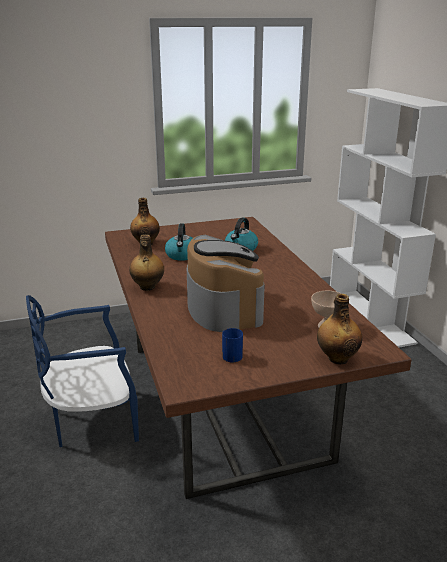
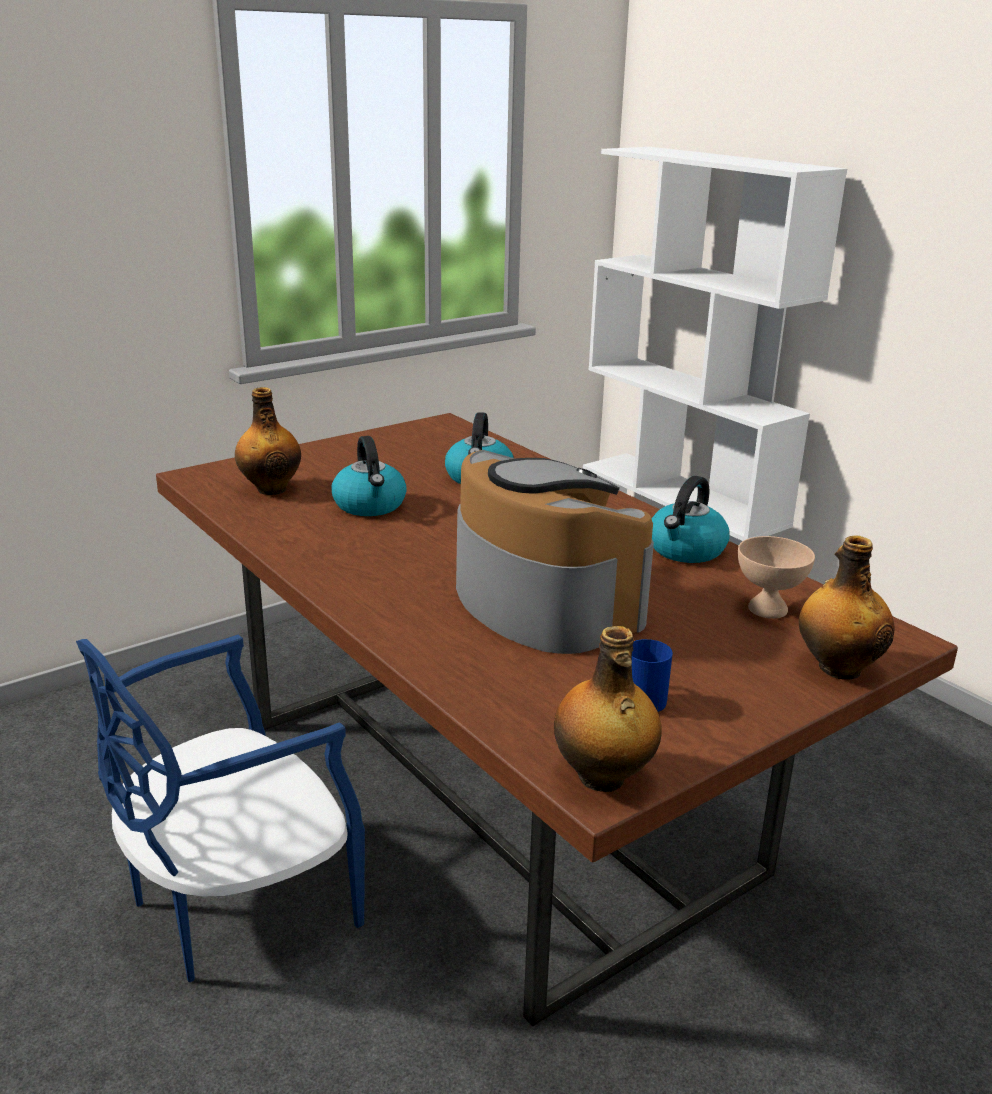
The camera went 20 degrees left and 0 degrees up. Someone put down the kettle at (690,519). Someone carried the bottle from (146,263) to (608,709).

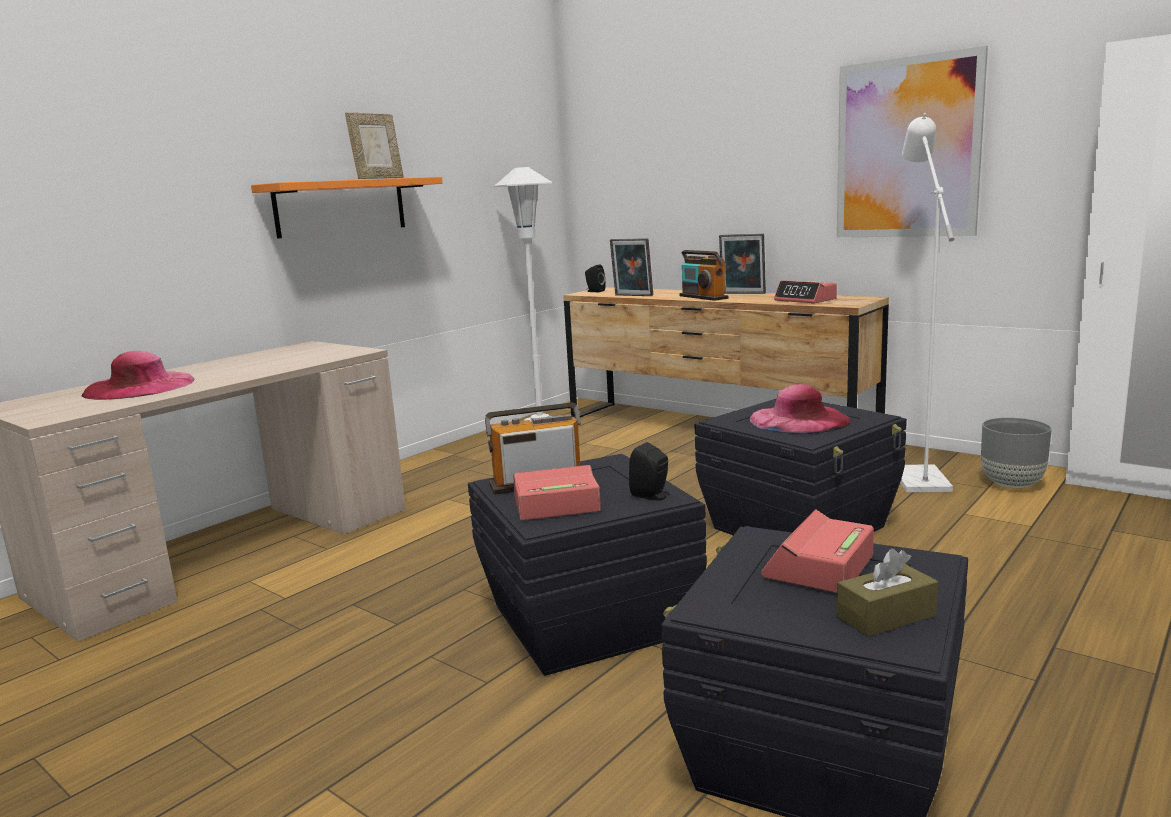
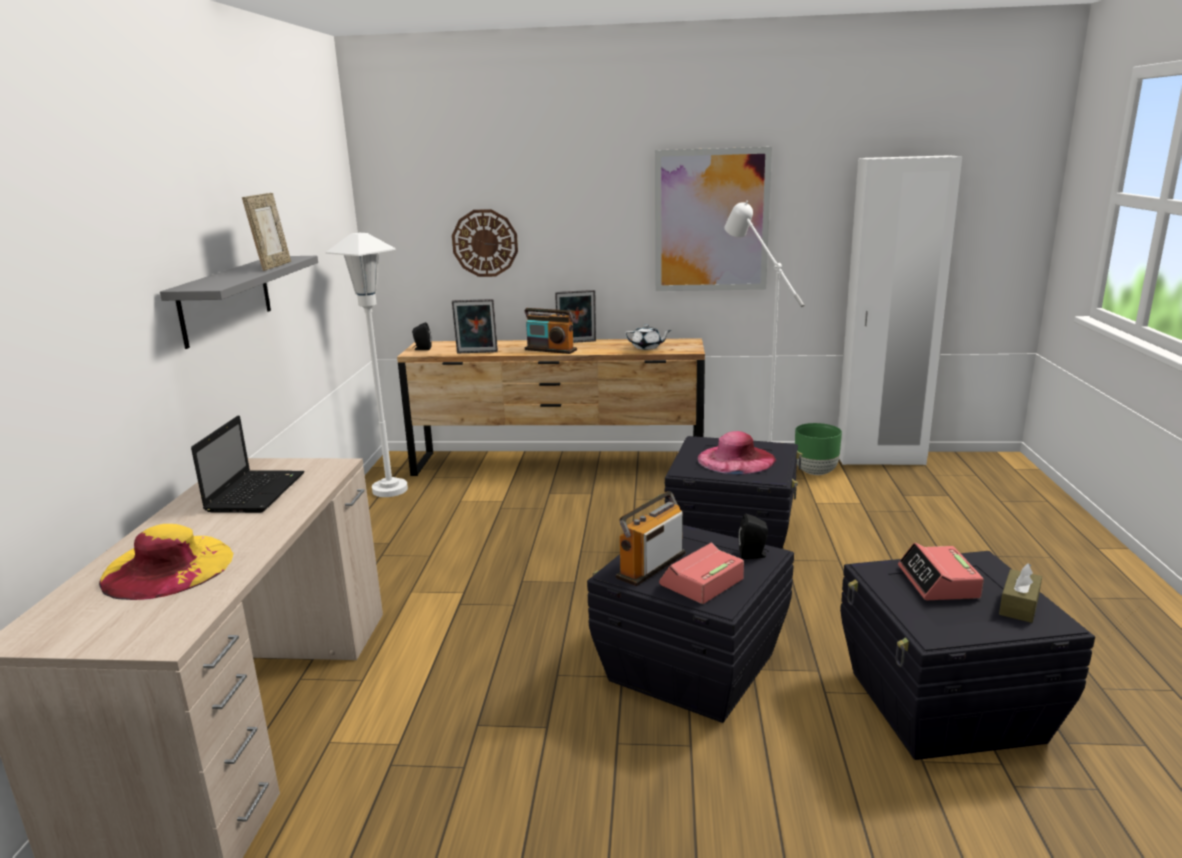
The camera went 35 degrees left and 5 degrees up. Someone put down the laptop at (248,464). Someone put up the wall clock at (485,243). Someone swapped the alarm clock at (805,291) for the white teapot at (648,337). Someone repainted the pink hat at (137,375), which became the yellow hat at (166,562). Someone repainted the orange shelf at (347,208), which became the grey shelf at (239,302). Someone repainted the grey planter at (1016,453), which became the green planter at (818,449).

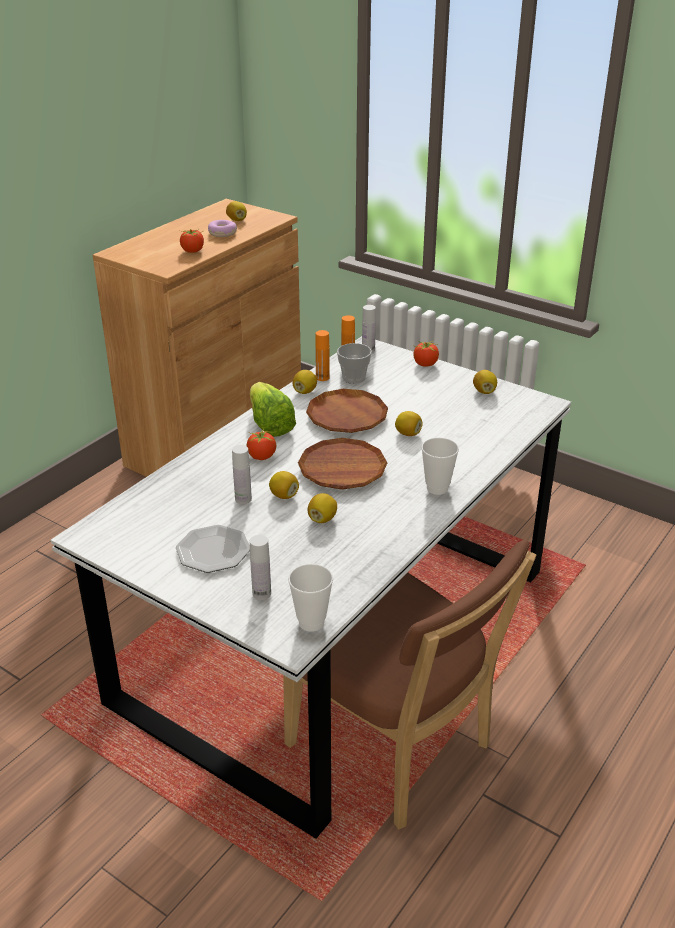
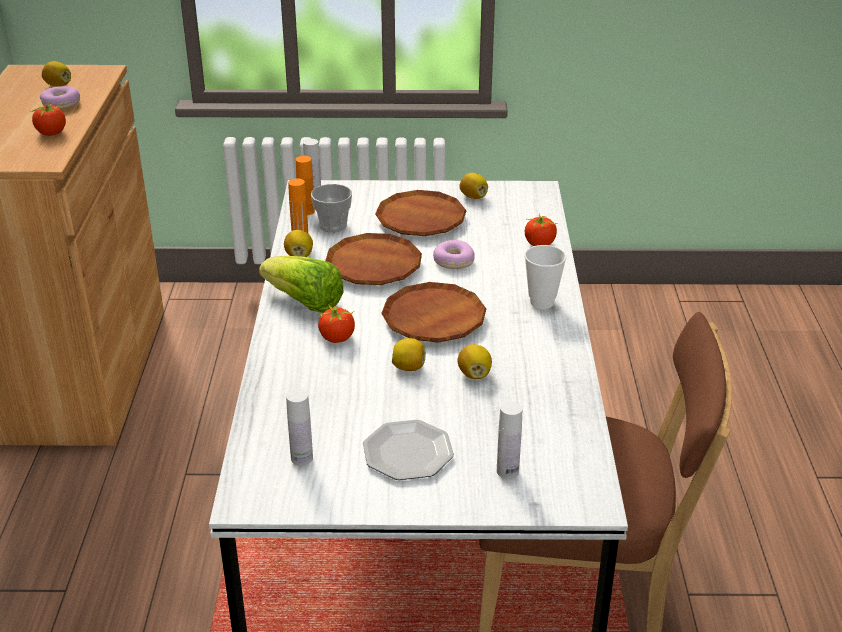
The camera went 35 degrees left and 0 degrees up. Someone took away the cup at (310,598). Someone put down the brown plate at (421,213). Someone carried the white bottle from (242,474) to (299,427). Someone carried the tomato from (426,354) to (541,230). Someone swapped the lemon at (409,423) for the donut at (454,254).

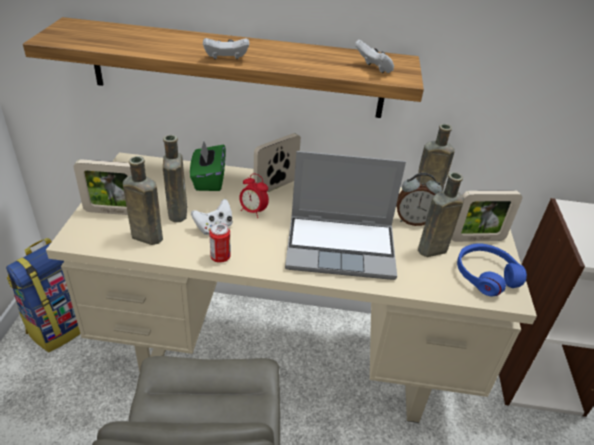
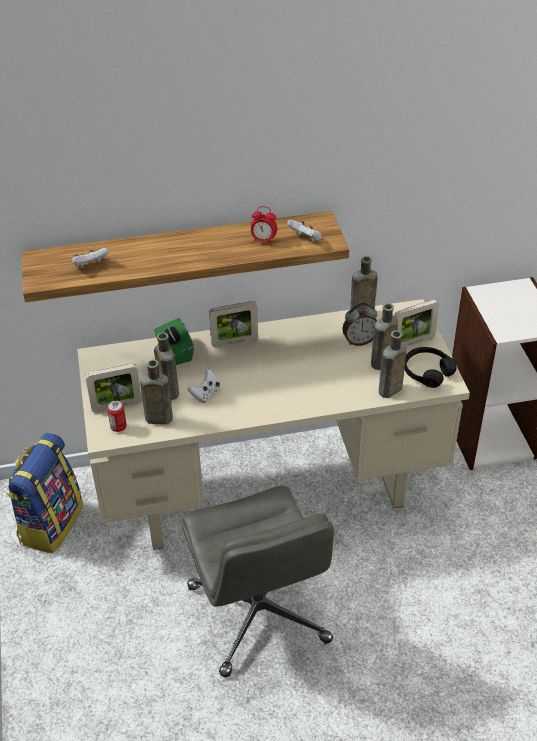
The camera went 15 degrees left and 5 degrees up. Someone took away the laptop at (345,215). Someone put down the brown bottle at (393,364). Someone carried the white game controller from (226,48) to (90,258). Someone carried the can from (220,243) to (117,416). Someone carried the alarm clock from (254,195) to (264,225). Someone repainted the blue headphones at (492,269), which became the black headphones at (431,367). Someone rotated the picture frame at (277,162) by 135 degrees counterclockwise.

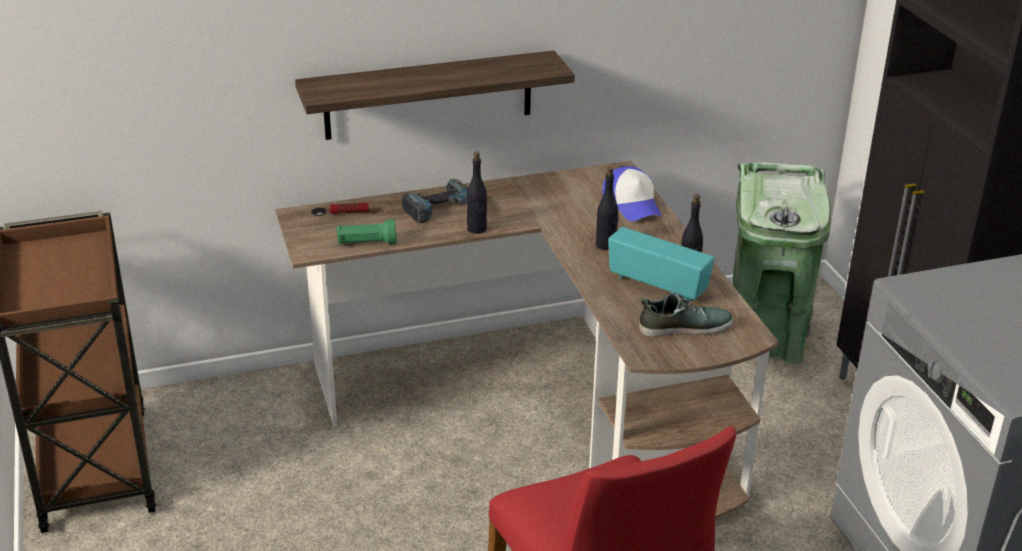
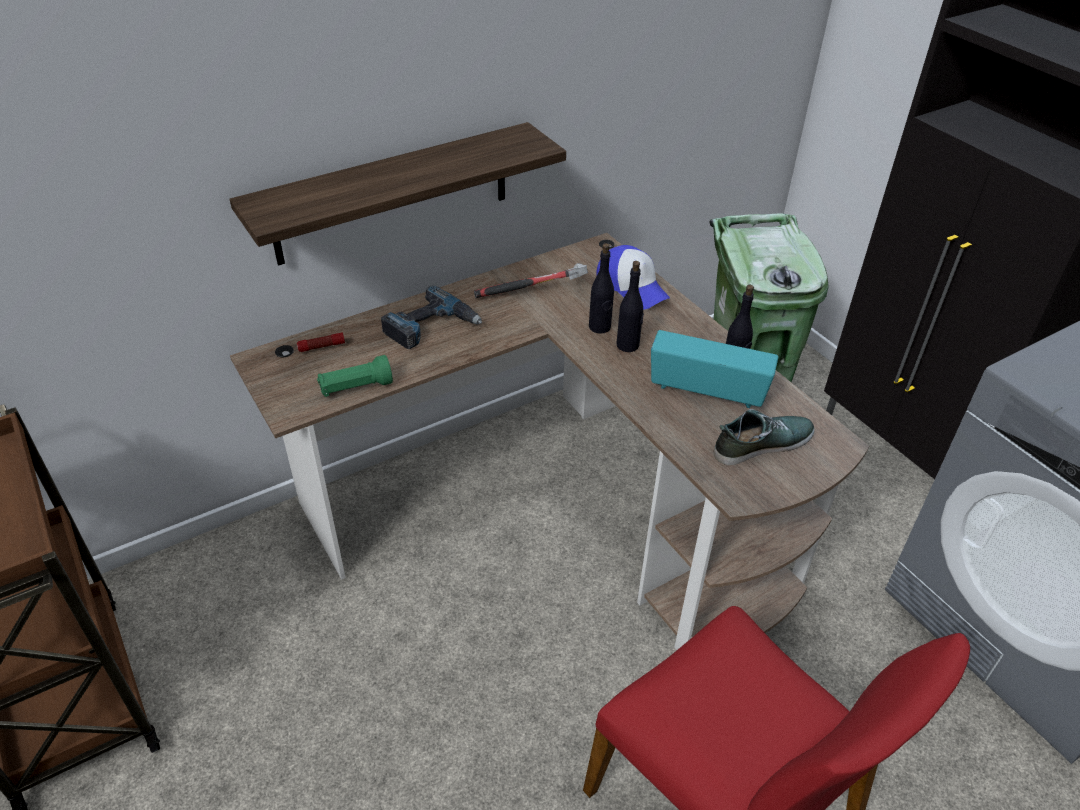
The camera went 15 degrees left and 10 degrees up. Someone put down the hammer at (531,280). Someone carried the black bottle from (477,192) to (601,288).

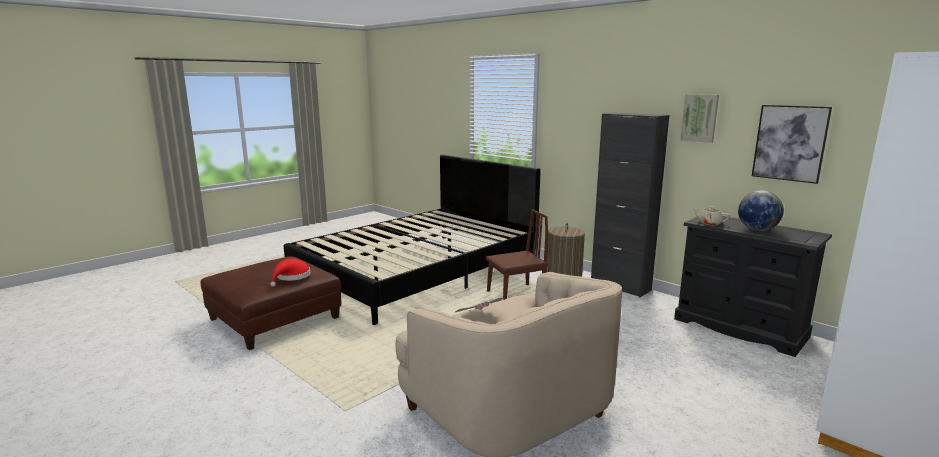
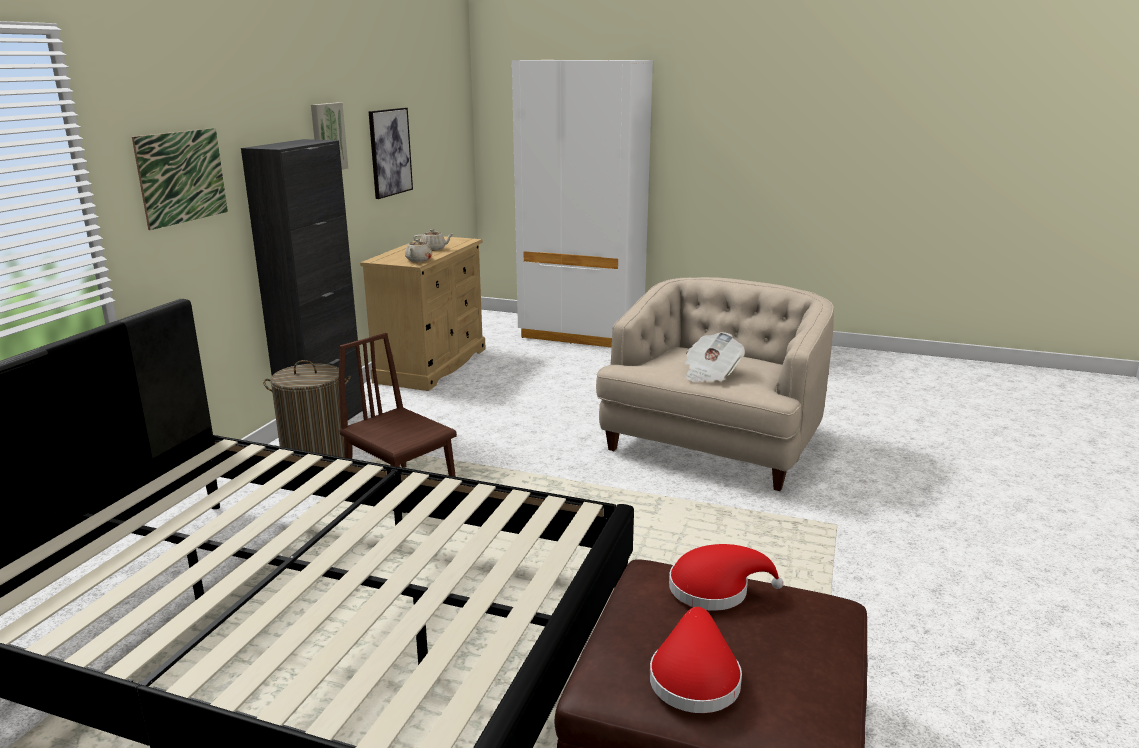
The camera went 115 degrees left and 5 degrees up. Someone put up the picture at (180,179). Someone put down the red hat at (696,660). Someone swapped the globe at (761,210) for the beige teapot at (433,240). Someone repainted the black dresser at (753,286), which became the beige dresser at (423,313).

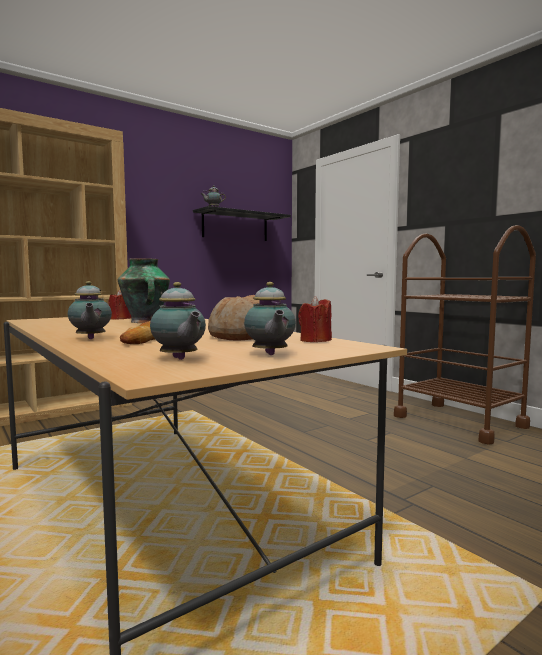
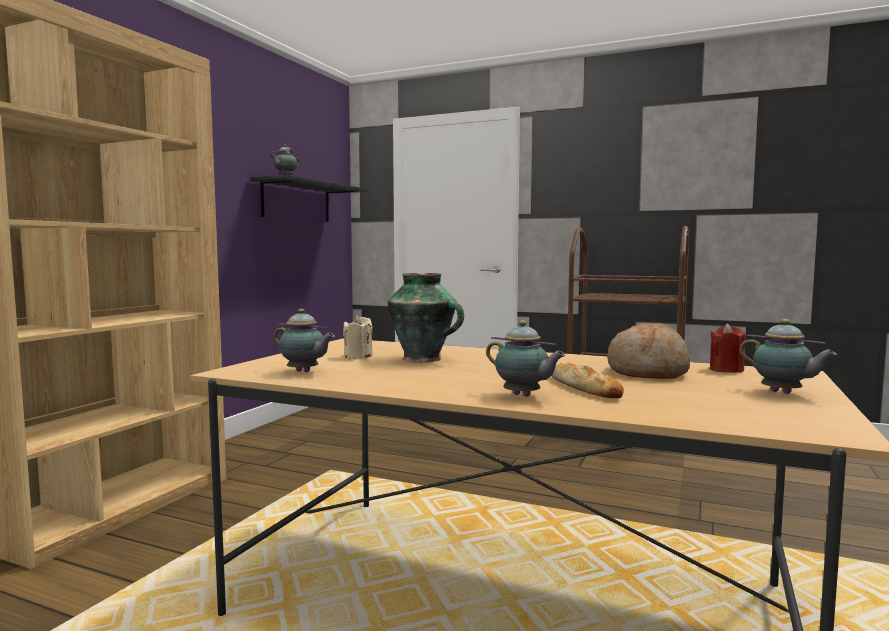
The camera went 30 degrees left and 0 degrees up. Someone carried the teapot from (178,321) to (304,340). Someone repainted the red candle at (119,305), which became the beige candle at (358,337).

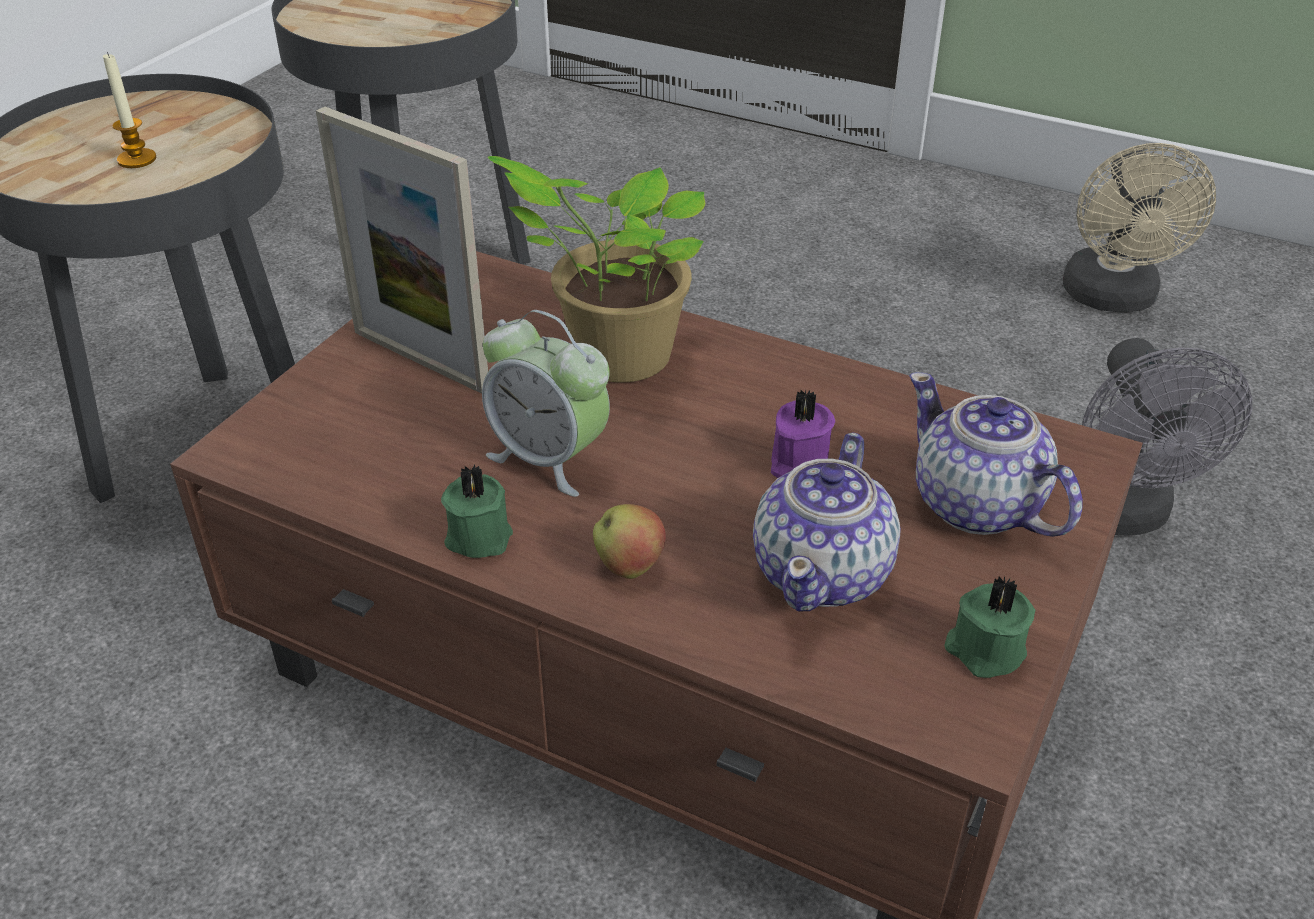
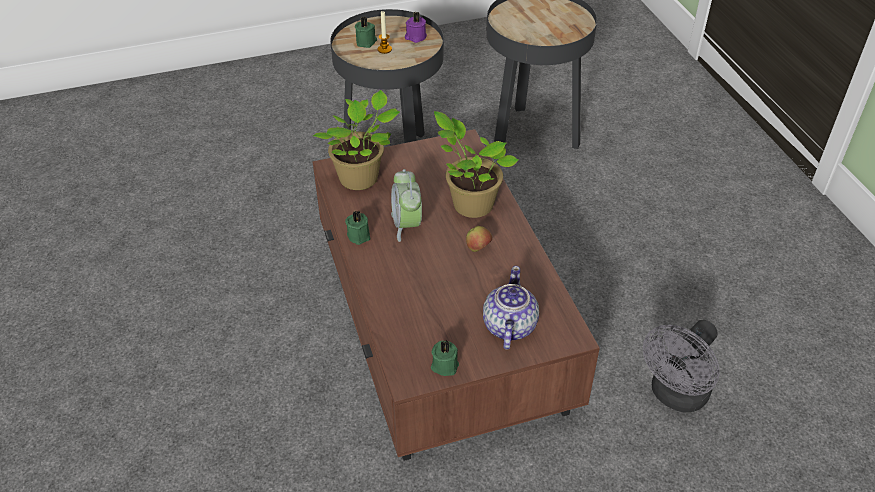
The camera went 45 degrees right and 5 degrees up. Someone took away the picture frame at (402,250). Someone took away the teapot at (827,522). Someone took away the beige fan at (1139,227). Someone put down the potted plant at (356,140). Someone put down the green candle at (366,32). Someone carried the apple from (629,541) to (479,239). Someone carried the purple candle from (803,433) to (416,27).

